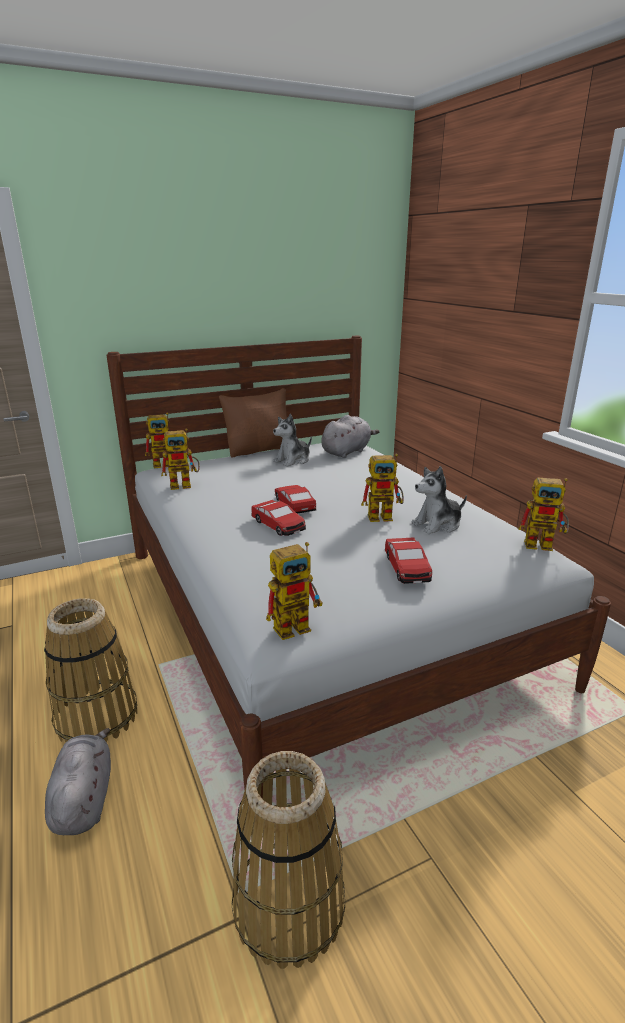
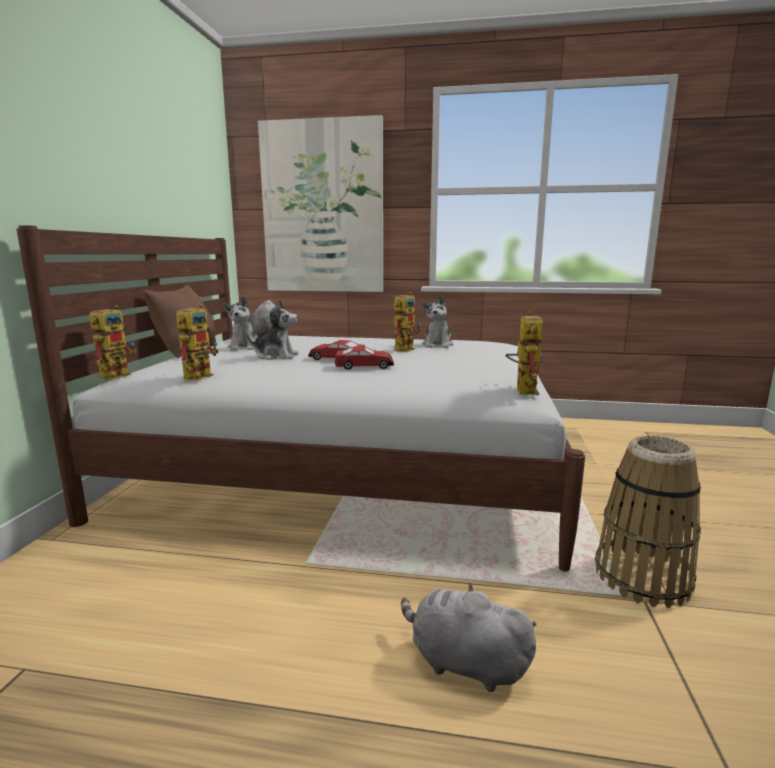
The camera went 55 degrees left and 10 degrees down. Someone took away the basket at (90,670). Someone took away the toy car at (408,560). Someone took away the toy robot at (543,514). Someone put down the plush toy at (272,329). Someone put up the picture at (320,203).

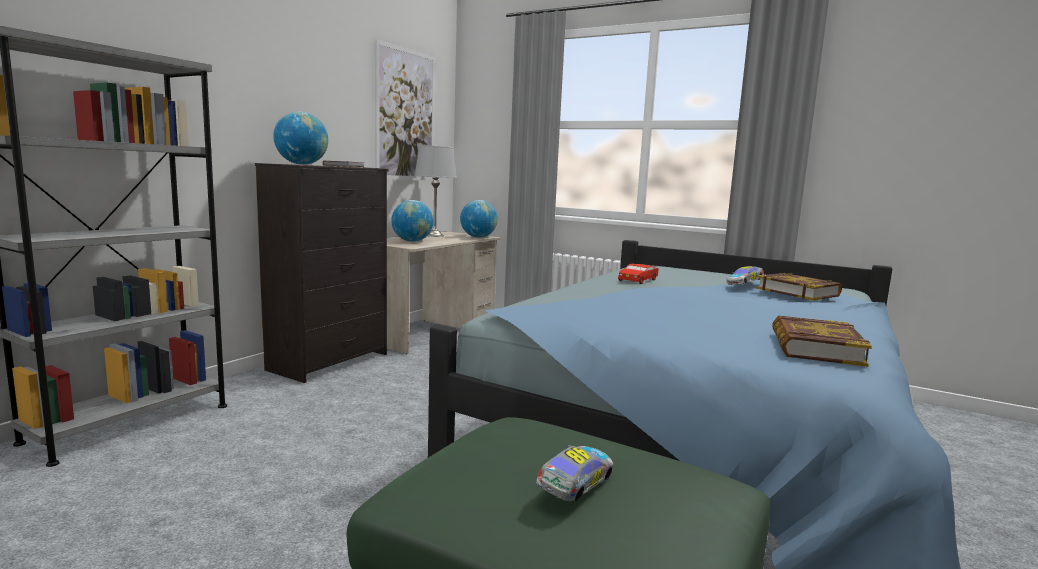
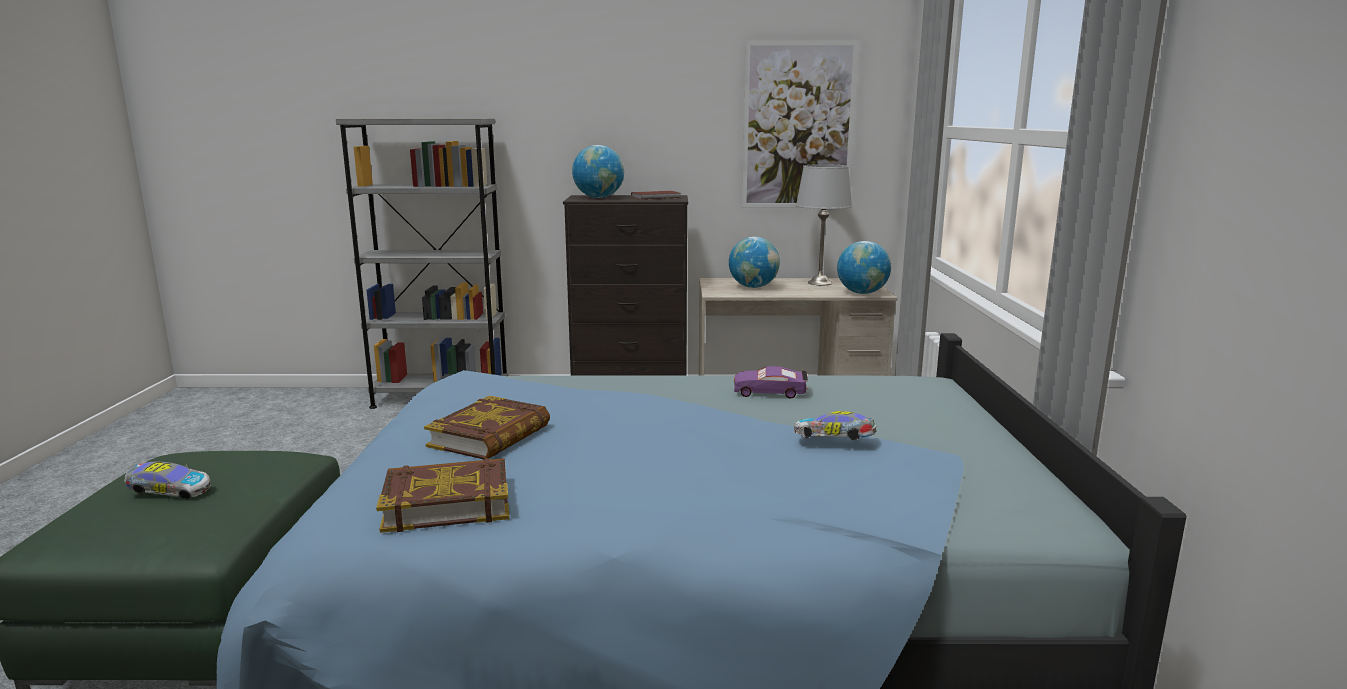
The camera went 60 degrees right and 5 degrees up. Someone carried the book from (799,287) to (487,427). Someone repainted the red toy car at (638,274), which became the purple toy car at (771,382).

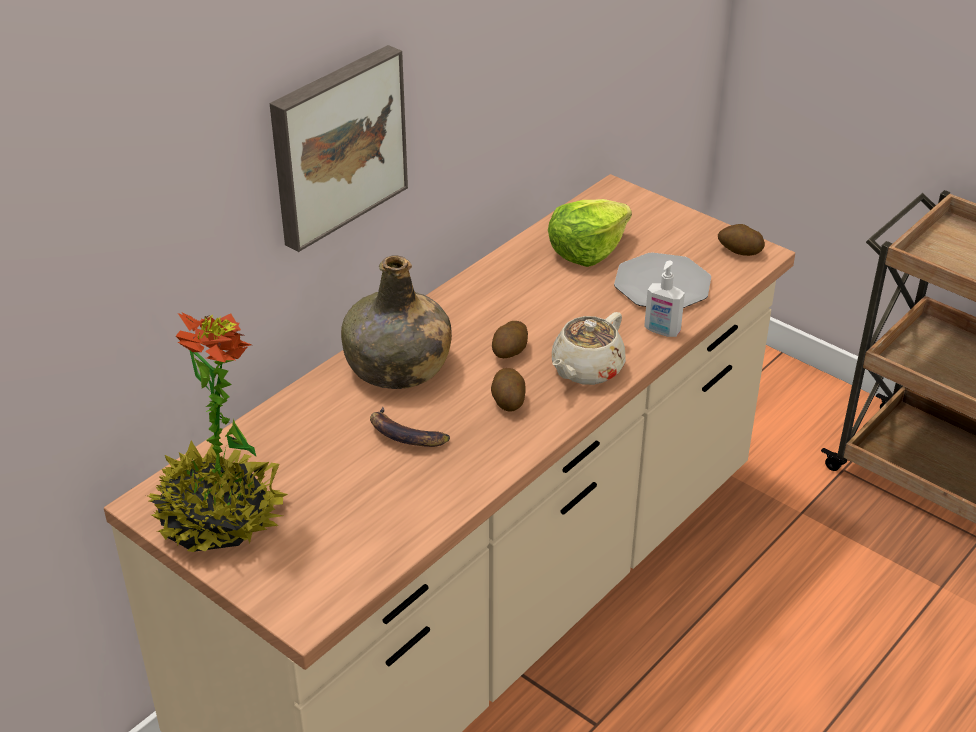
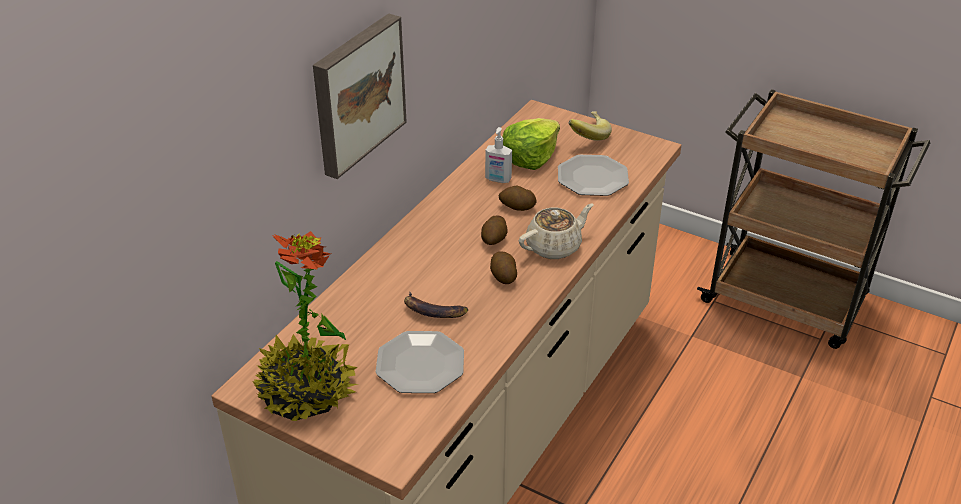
The camera went 10 degrees left and 0 degrees up. Someone took away the green bottle at (396,322). Someone put down the plate at (420,362). Someone put down the banana at (590,126). Someone carried the soap dispenser from (664,298) to (498,155). Someone carried the potato from (741,240) to (517,198). Someone rotated the beige teapot at (589,348) by 150 degrees counterclockwise.

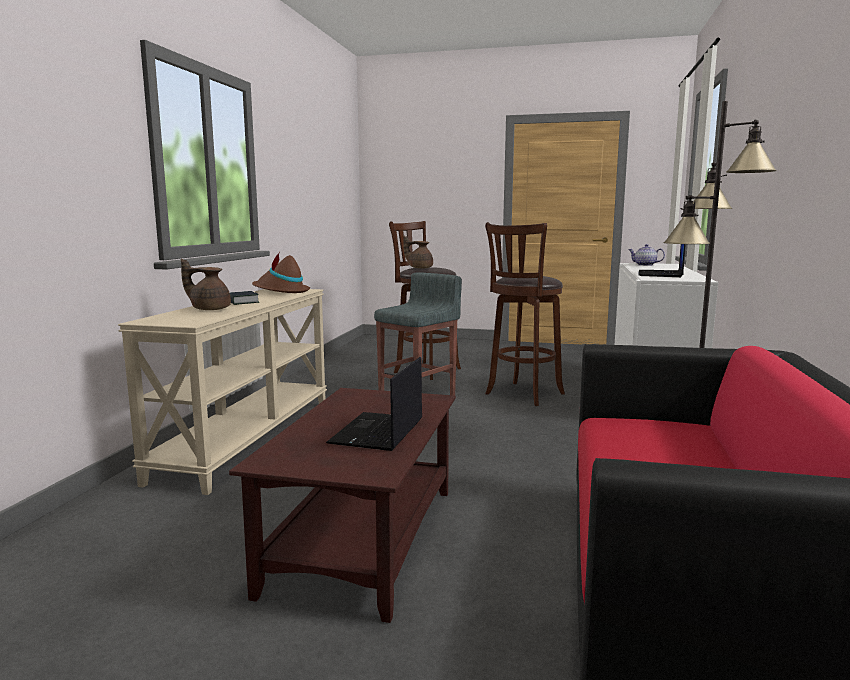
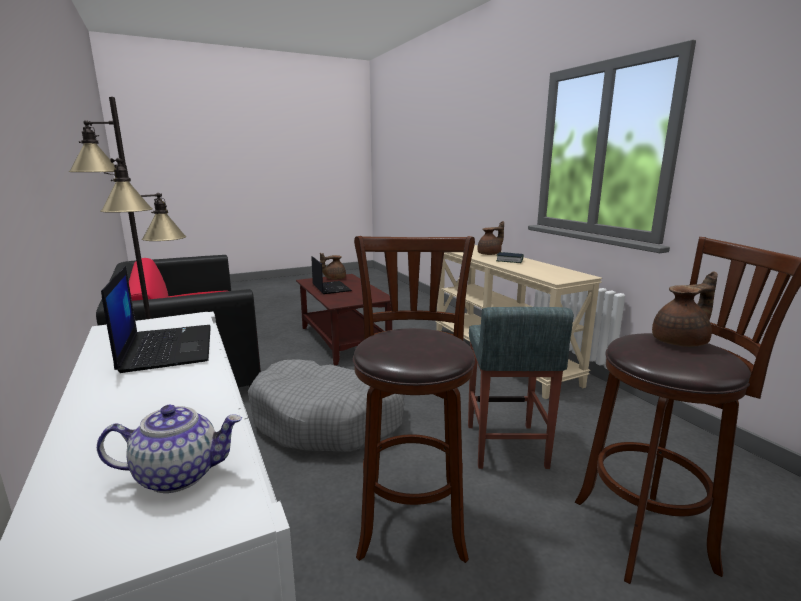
The camera went 140 degrees right and 5 degrees up. Someone took away the brown hat at (281,272). Someone put down the grey dog bed at (326,405). Someone put down the brown teapot at (333,266).

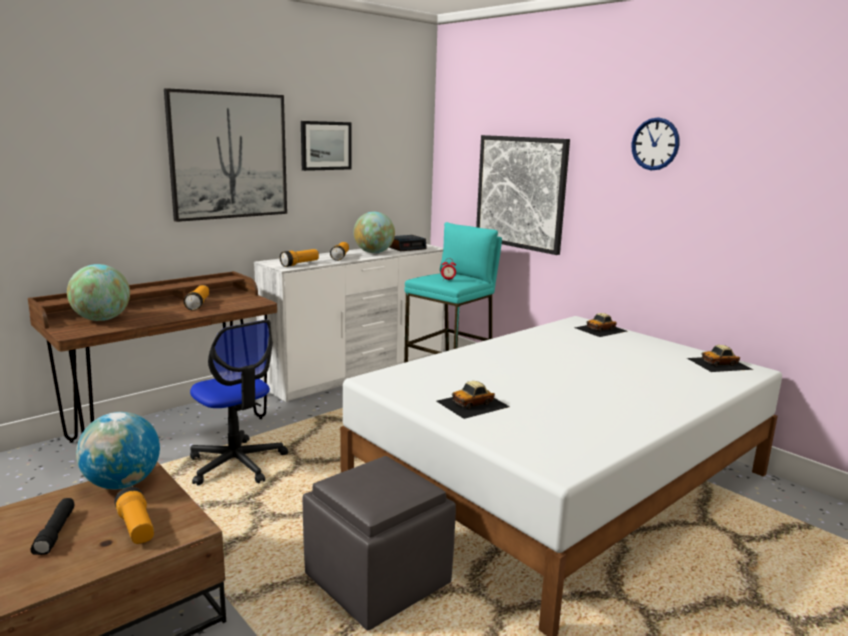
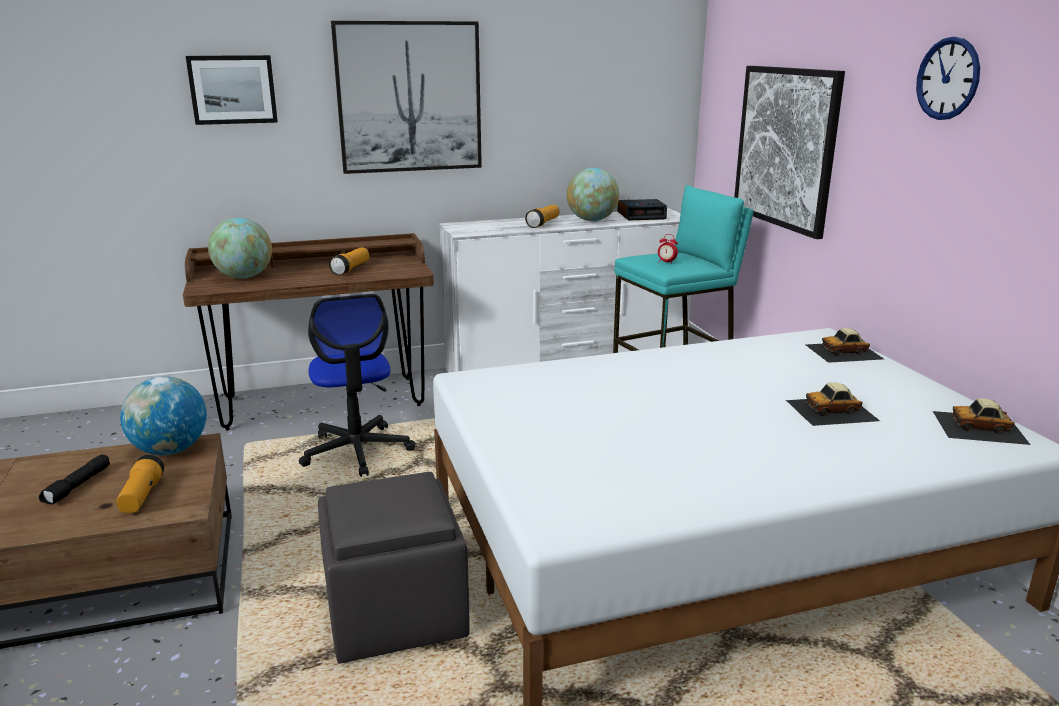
The camera went 25 degrees right and 5 degrees up. Someone took away the flashlight at (299,258). Someone carried the picture from (326,146) to (232,90). Someone carried the toy car from (473,400) to (833,404).

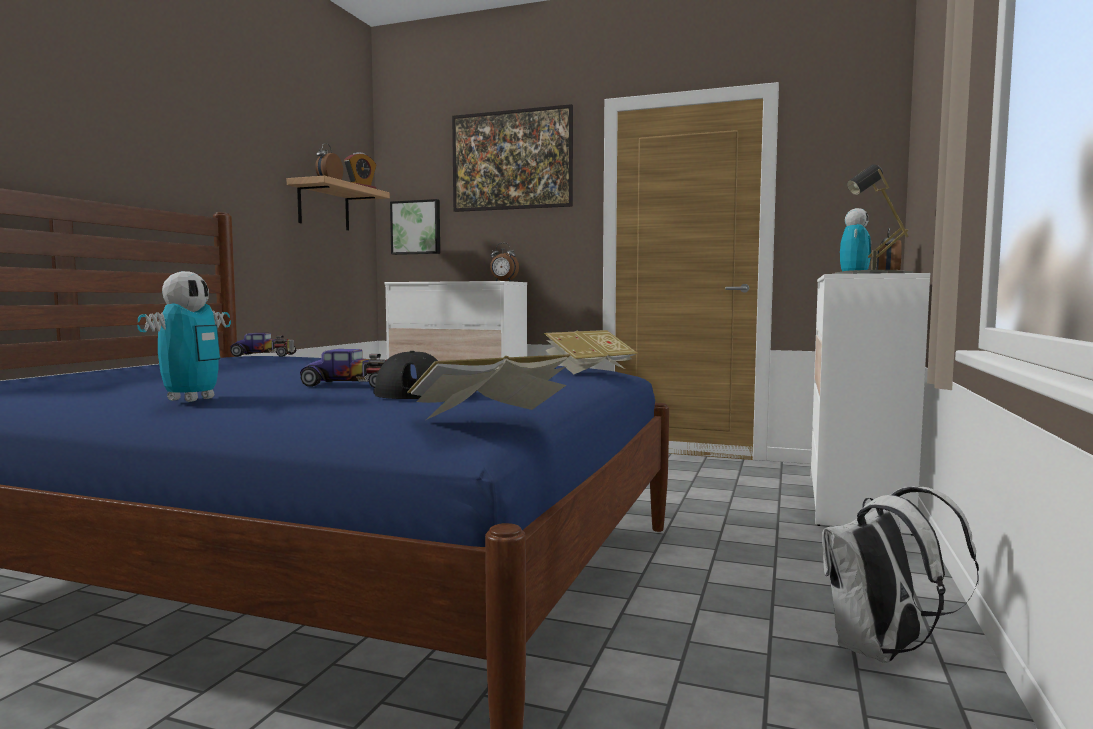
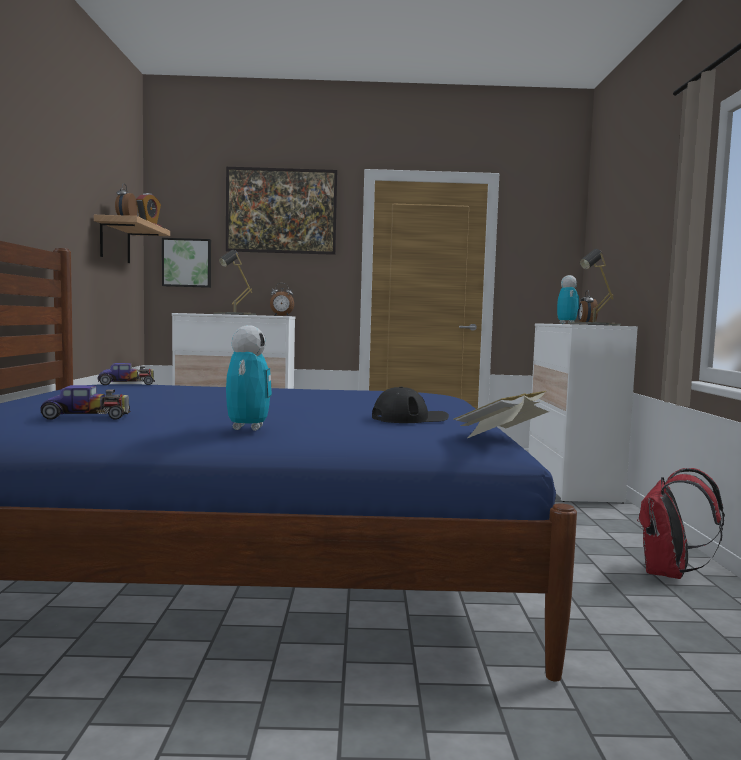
The camera went 20 degrees left and 0 degrees up. Someone took away the book at (591,352). Someone put down the grey table lamp at (234,282). Someone carried the toy car from (343,368) to (85,402). Someone repainted the white backpack at (900,574), which became the red backpack at (681,523).

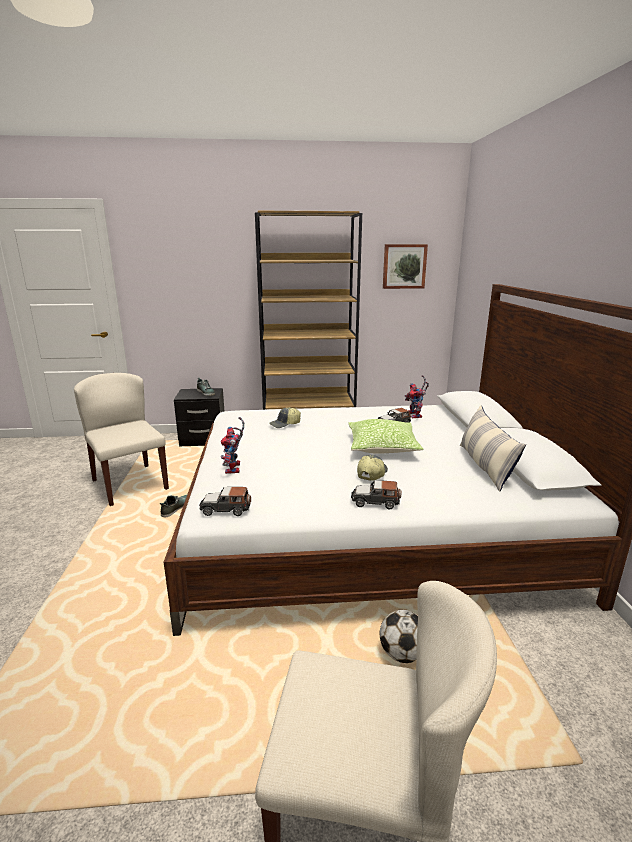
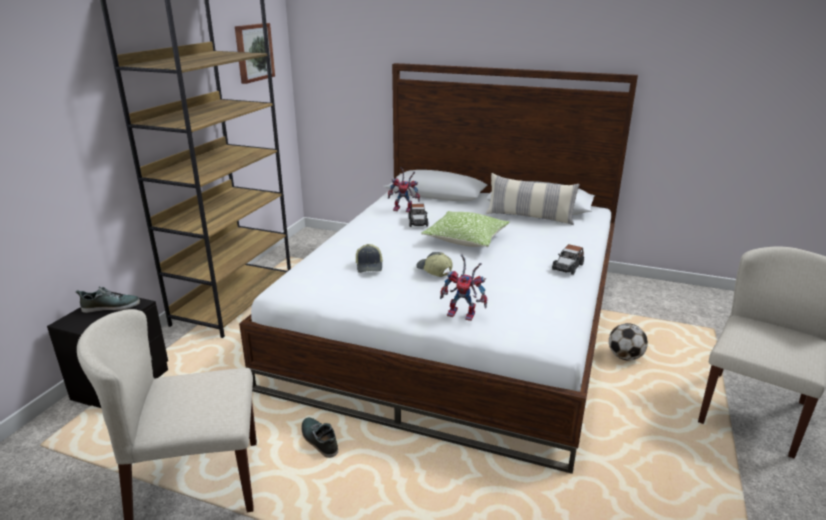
The camera went 65 degrees left and 5 degrees up. Someone took away the toy car at (225,501). Someone carried the cap from (372,468) to (434,264).

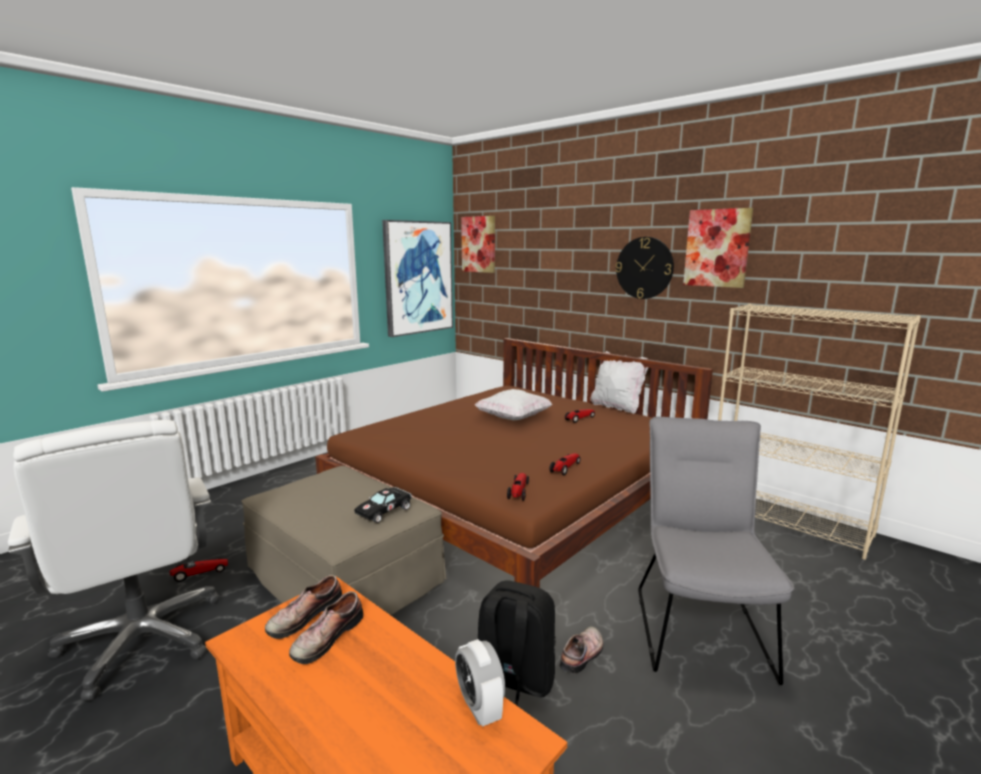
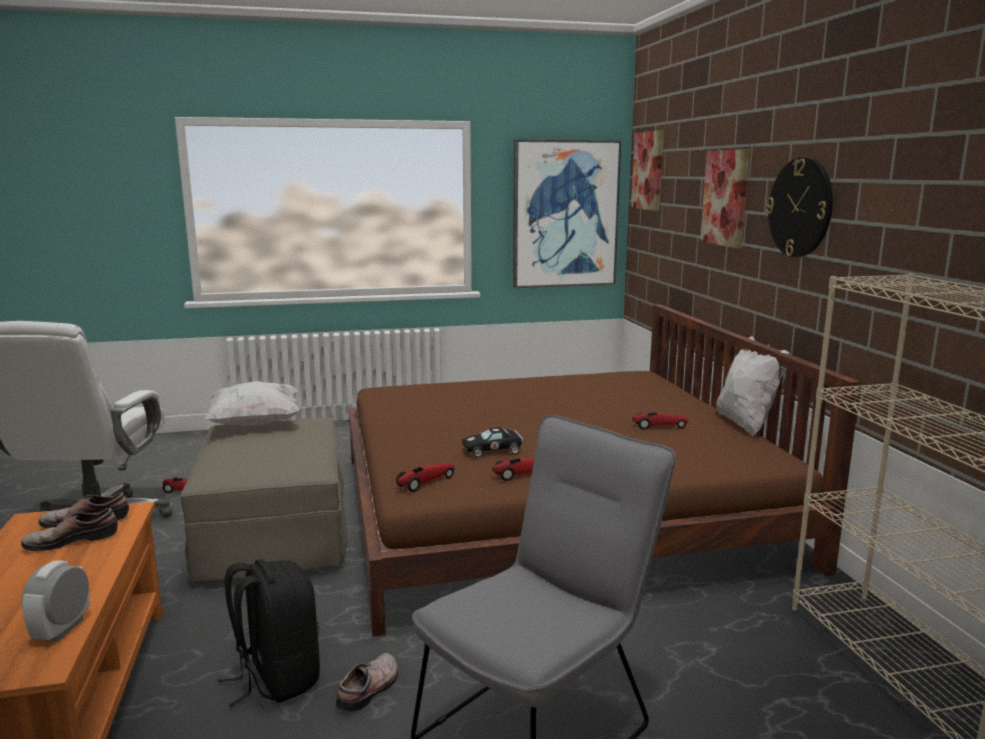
The camera went 35 degrees right and 0 degrees up. Someone carried the black toy car from (383,505) to (492,442). Someone carried the white pillow from (513,404) to (252,403). Someone carried the picture from (718,248) to (725,198). Someone rotated the shoe at (581,649) by 45 degrees counterclockwise.

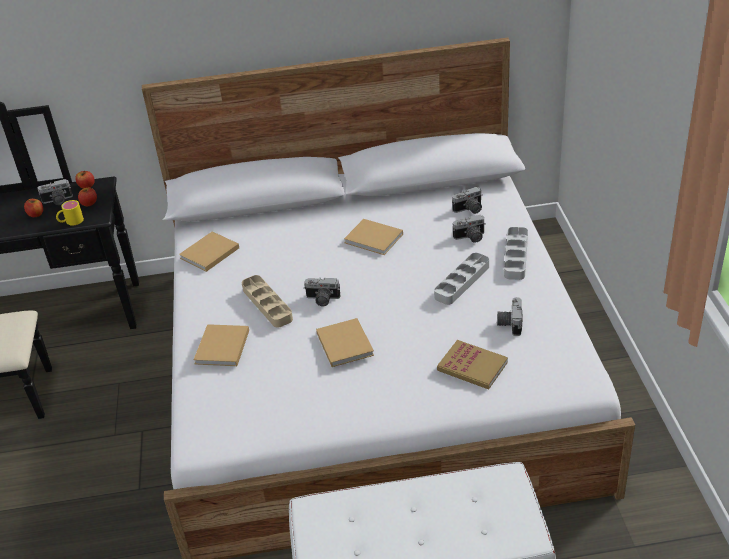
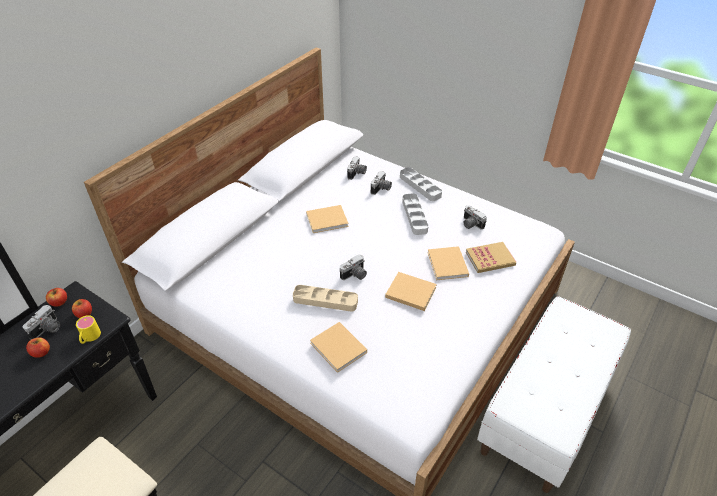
The camera went 50 degrees left and 5 degrees up. Someone carried the beige book from (209,251) to (448,263).

